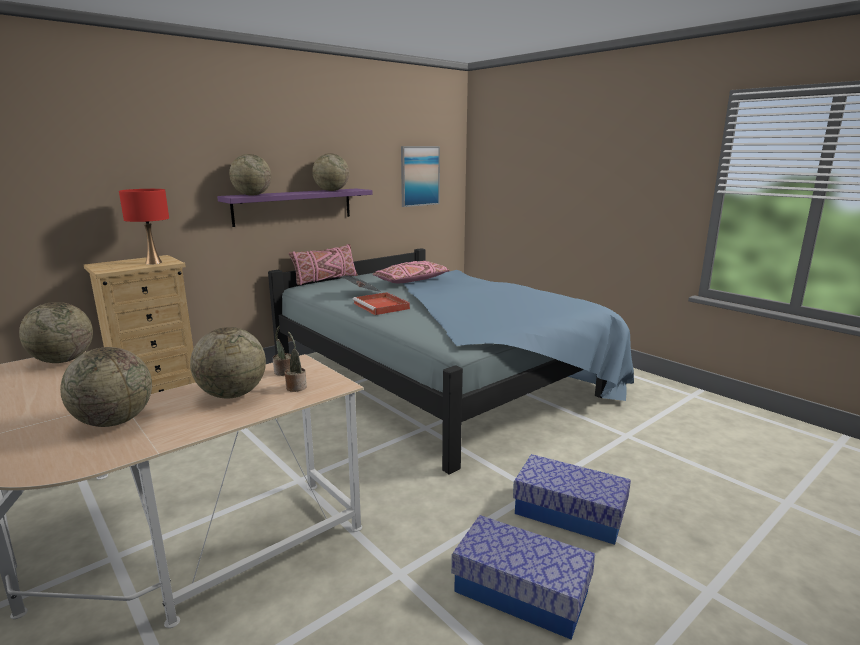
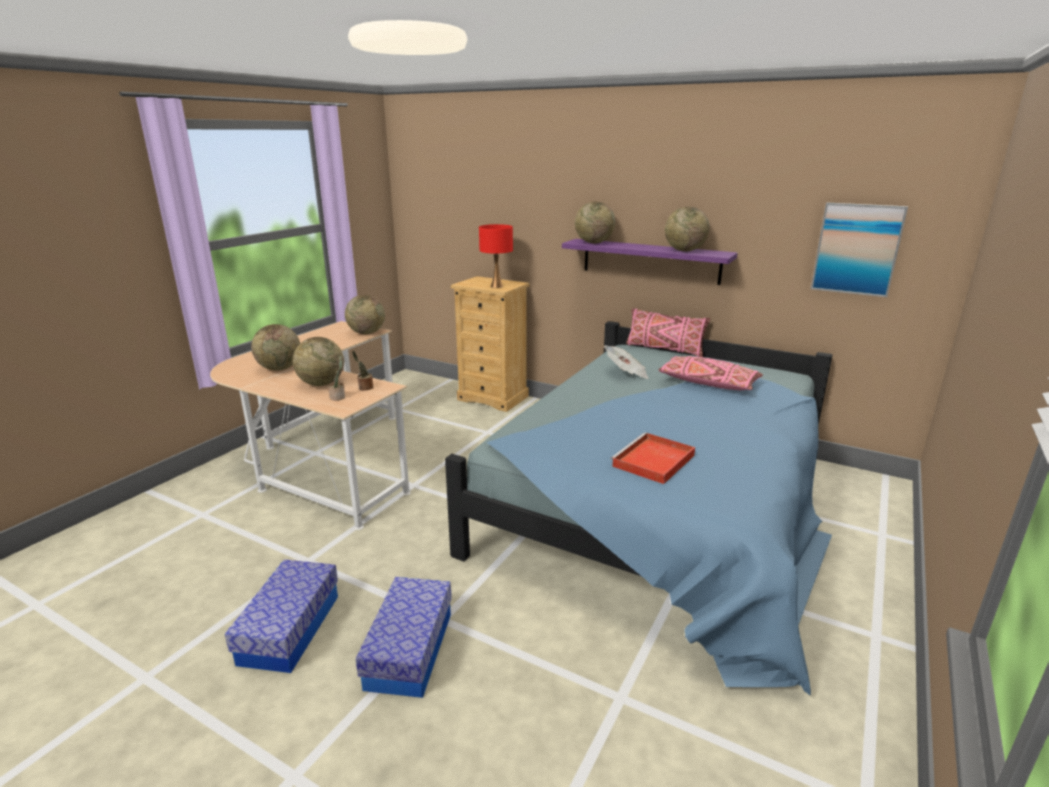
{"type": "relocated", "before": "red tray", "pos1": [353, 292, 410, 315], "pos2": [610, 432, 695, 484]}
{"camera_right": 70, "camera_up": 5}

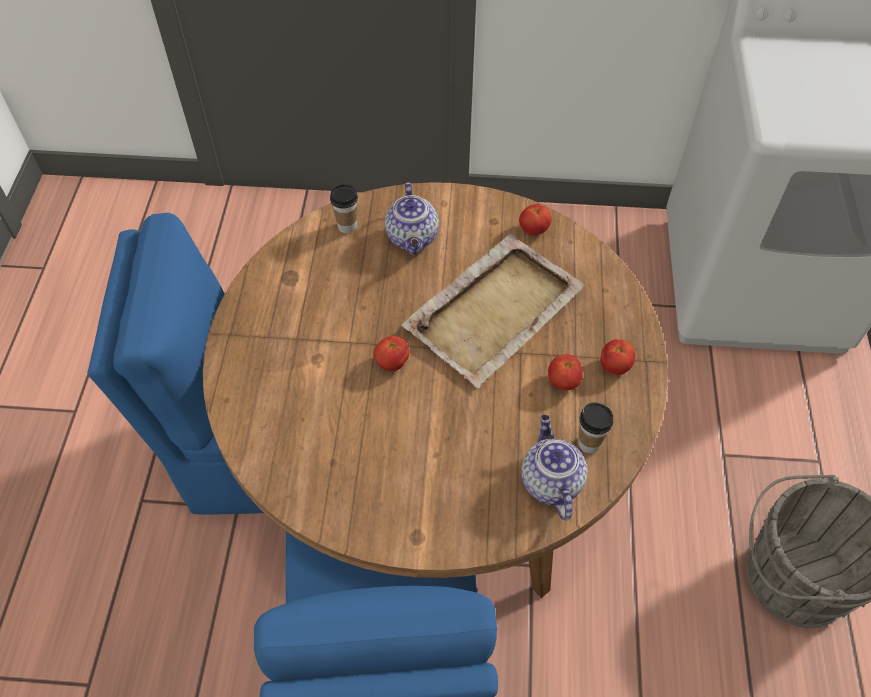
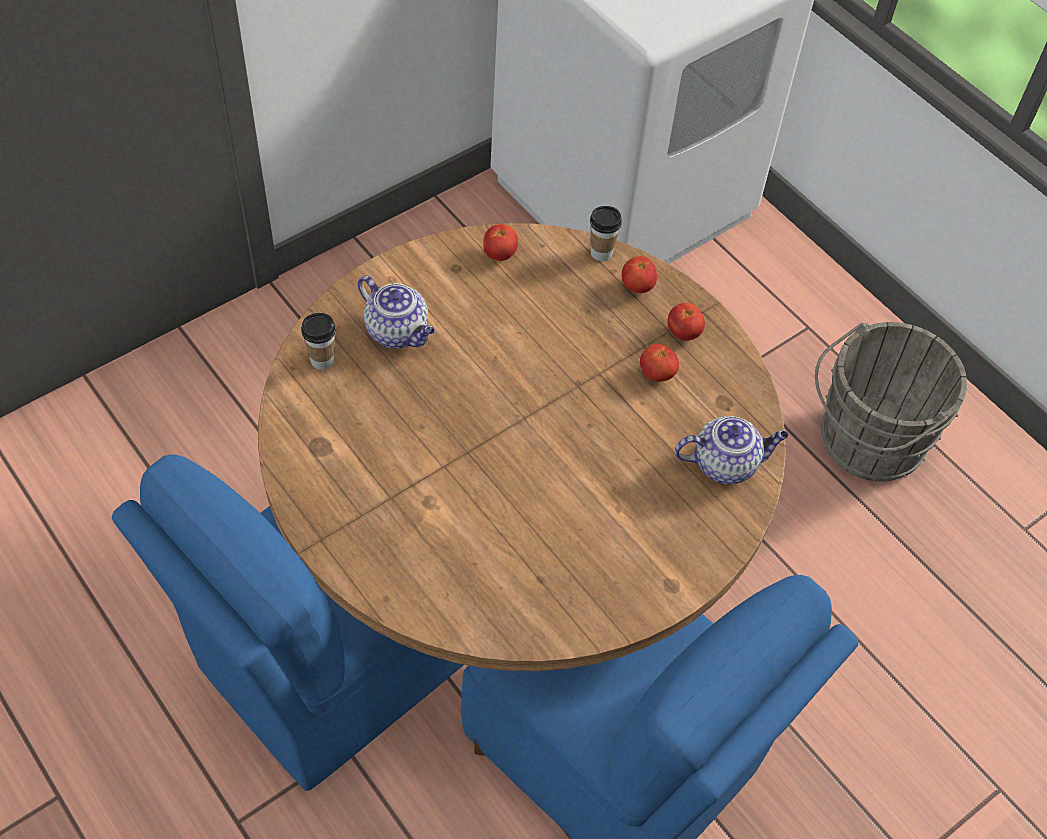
{"type": "relocated", "before": "cup", "pos1": [578, 402, 614, 453], "pos2": [590, 206, 622, 261]}
{"type": "relocated", "before": "tomato", "pos1": [374, 336, 409, 371], "pos2": [622, 256, 657, 293]}
{"type": "spun", "before": "teapot", "pos1": [521, 415, 588, 520], "pos2": [675, 416, 789, 484], "turn": 135}
{"type": "missing", "before": "beige tray", "pos1": [402, 233, 585, 388]}
{"camera_right": -45, "camera_up": 0}

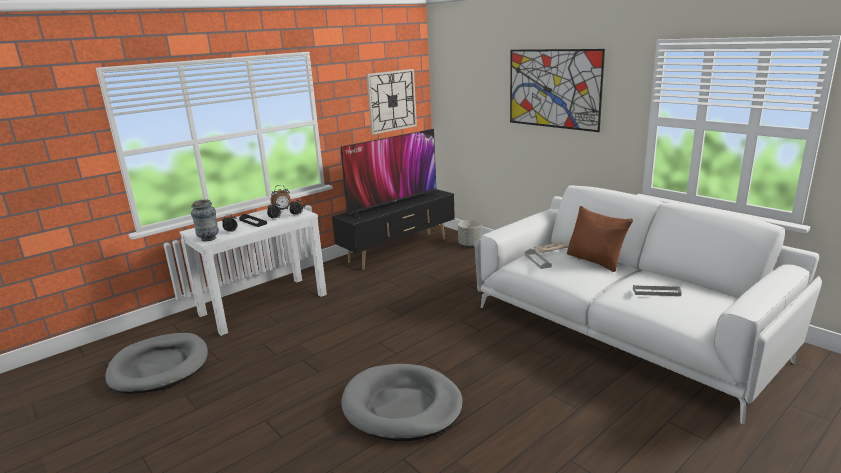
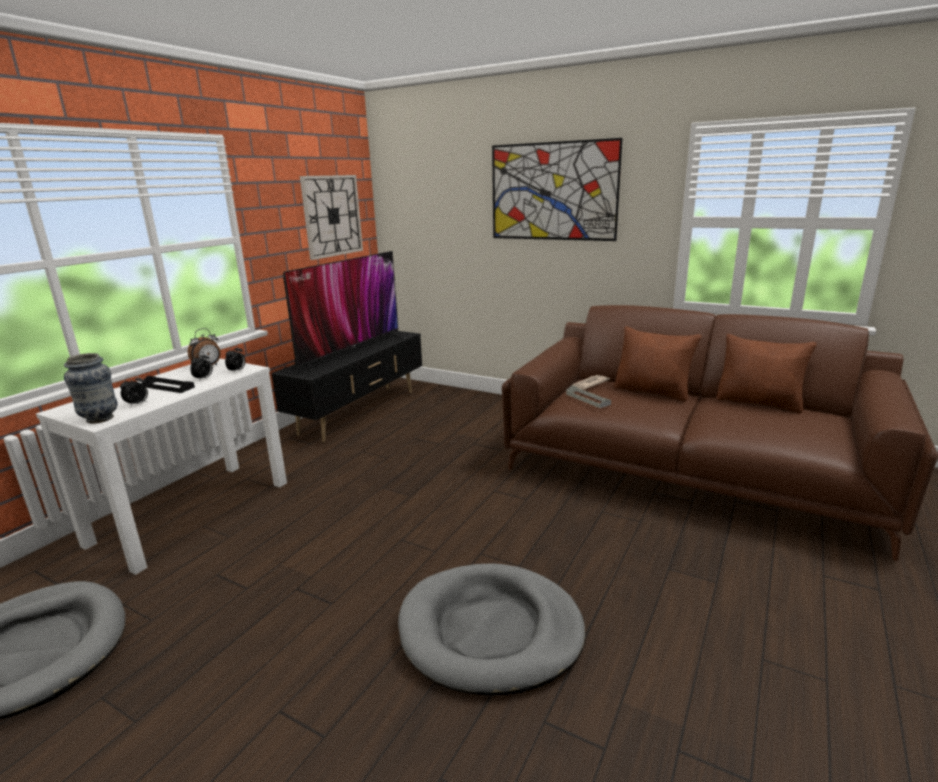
{"type": "colour", "before": "white sofa", "after": "brown sofa", "pos1": [474, 186, 822, 424], "pos2": [502, 305, 938, 561]}
{"type": "appeared", "after": "brown pillow", "pos2": [716, 334, 817, 413]}
{"type": "missing", "before": "grey planter", "pos1": [458, 220, 482, 247]}
{"type": "missing", "before": "grey tray", "pos1": [633, 285, 682, 296]}
{"camera_right": -20, "camera_up": 0}

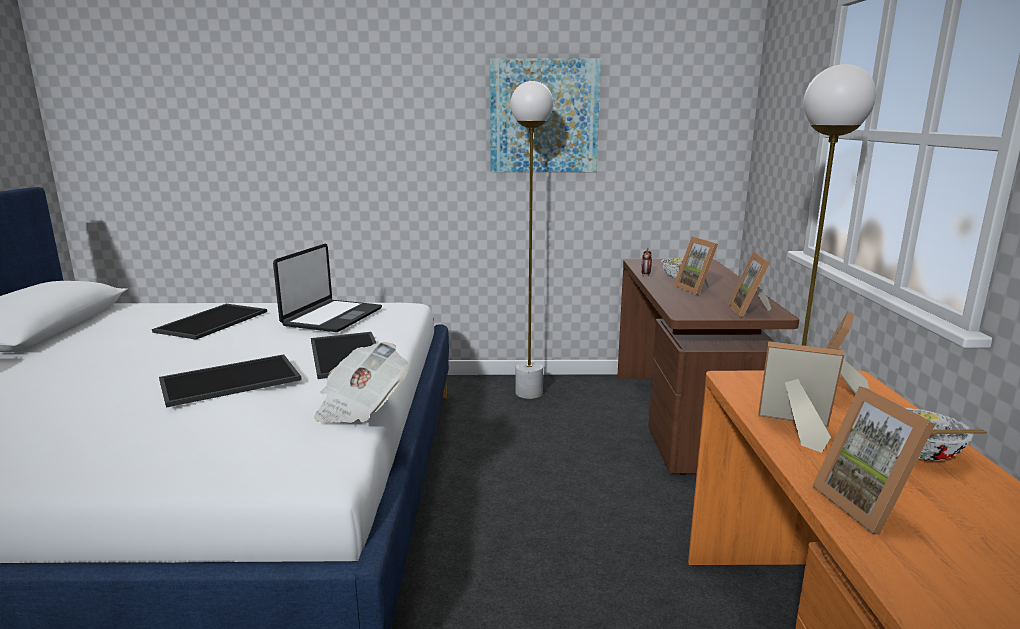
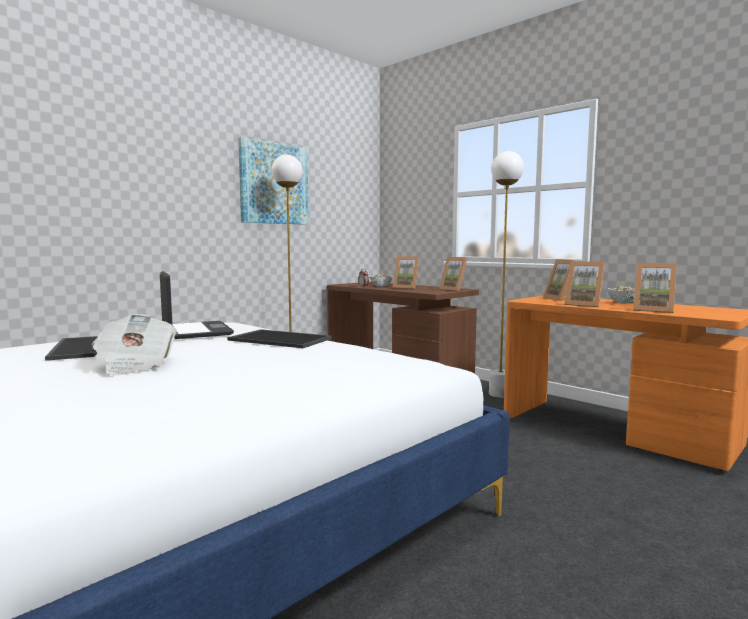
{"type": "relocated", "before": "newspaper", "pos1": [314, 342, 408, 423], "pos2": [92, 314, 177, 375]}
{"type": "spun", "before": "picture frame", "pos1": [758, 341, 844, 453], "pos2": [564, 261, 605, 307], "turn": -120}
{"type": "missing", "before": "tray", "pos1": [159, 354, 302, 408]}
{"camera_right": -45, "camera_up": -10}

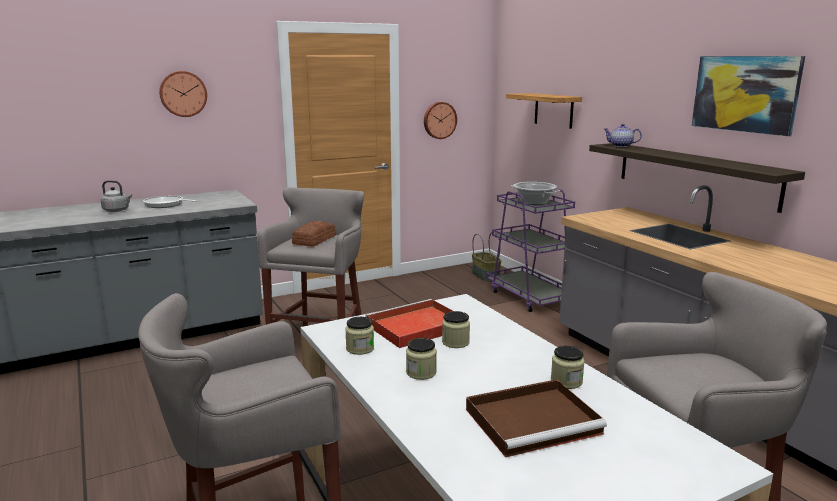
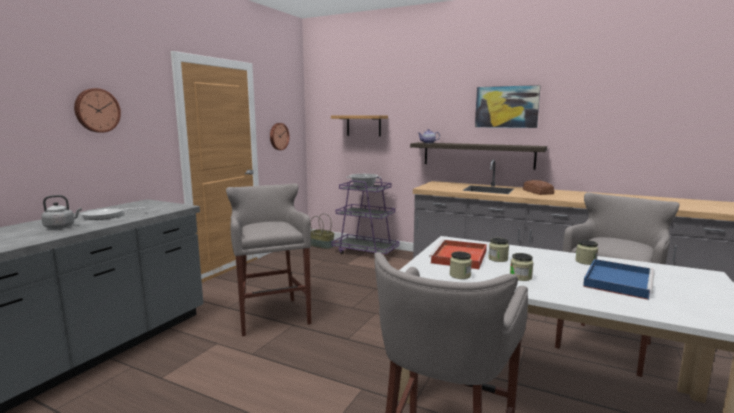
{"type": "relocated", "before": "bread", "pos1": [292, 221, 336, 247], "pos2": [523, 180, 554, 195]}
{"type": "colour", "before": "brown tray", "after": "blue tray", "pos1": [466, 379, 607, 458], "pos2": [583, 259, 655, 300]}
{"camera_right": -35, "camera_up": -5}

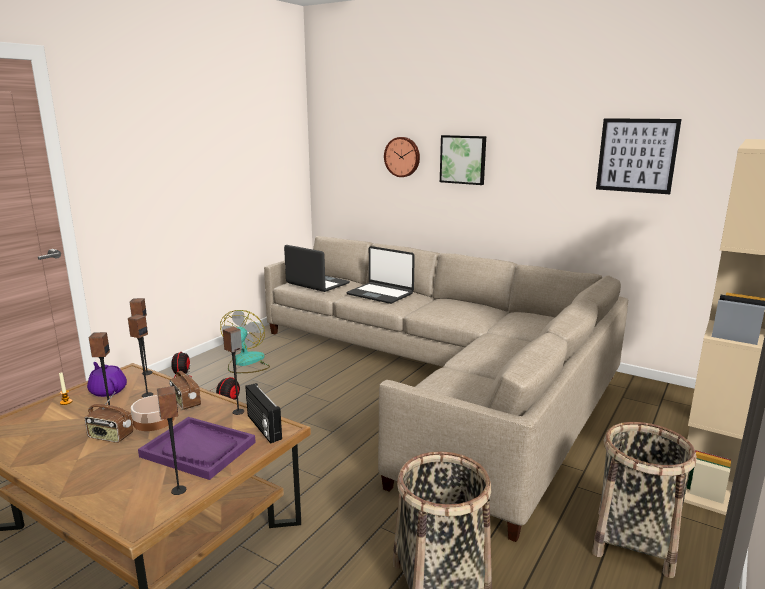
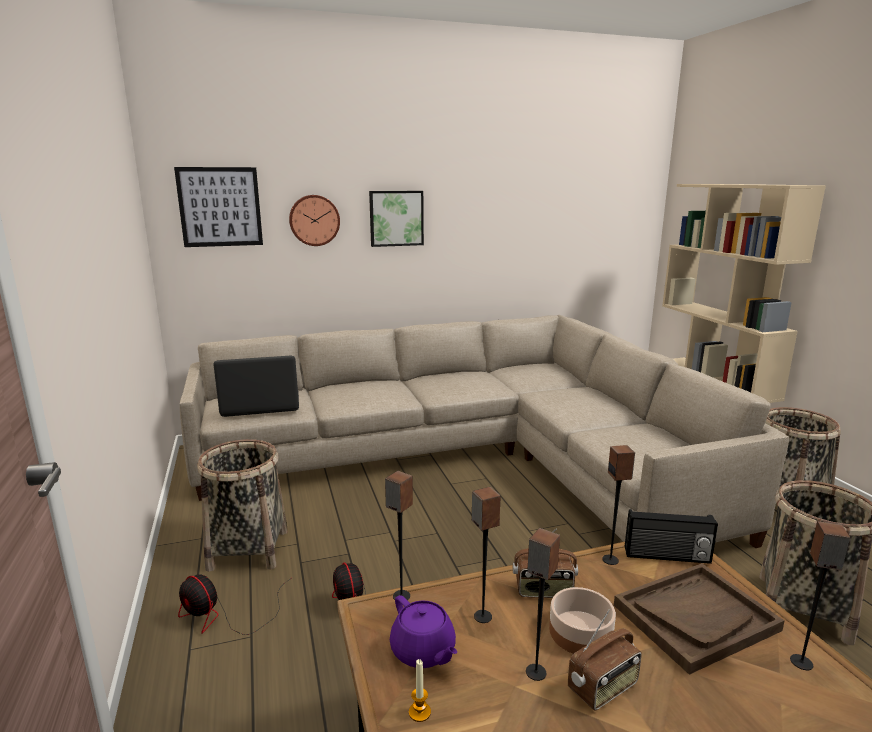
{"type": "relocated", "before": "picture", "pos1": [596, 118, 682, 194], "pos2": [174, 167, 263, 247]}
{"type": "exchanged", "before": "fan", "after": "basket", "pos1": [220, 310, 270, 373], "pos2": [197, 439, 288, 571]}
{"type": "spun", "before": "purple teapot", "pos1": [87, 362, 127, 397], "pos2": [390, 595, 457, 668], "turn": -120}
{"type": "colour", "before": "purple tray", "after": "brown tray", "pos1": [138, 417, 256, 480], "pos2": [614, 563, 785, 675]}
{"type": "missing", "before": "laptop", "pos1": [346, 246, 415, 304]}
{"camera_right": -50, "camera_up": 0}

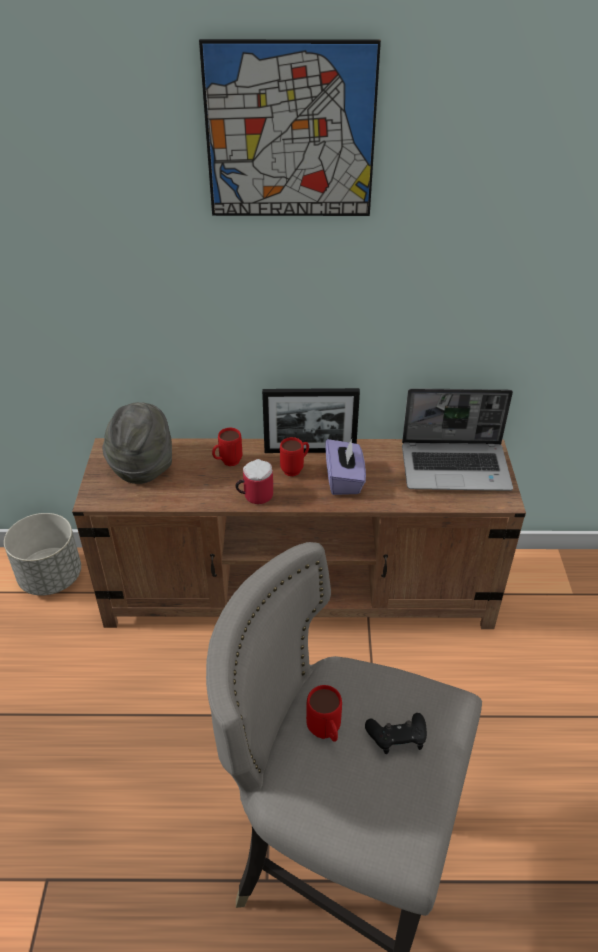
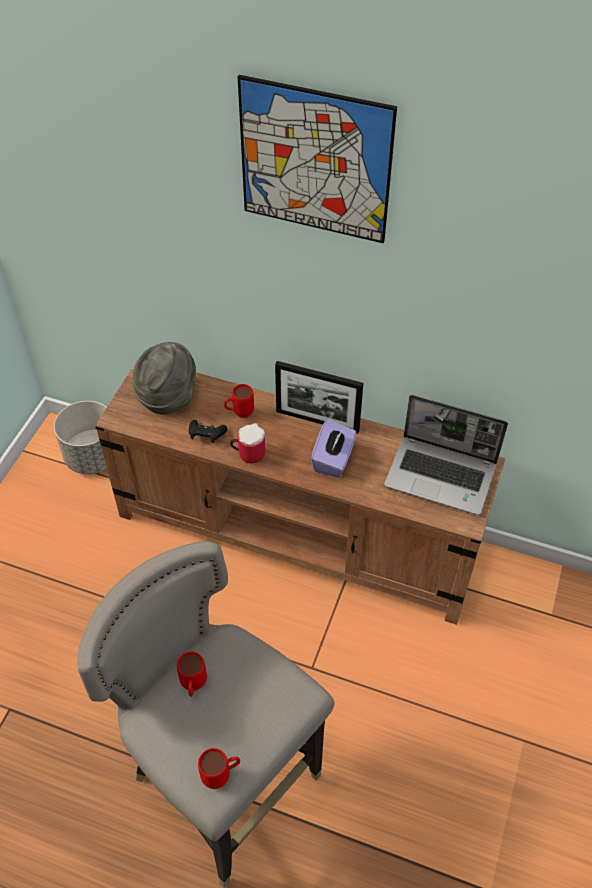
{"type": "relocated", "before": "black game controller", "pos1": [365, 713, 427, 754], "pos2": [189, 420, 227, 443]}
{"type": "relocated", "before": "red mug", "pos1": [280, 437, 309, 476], "pos2": [198, 748, 240, 789]}
{"camera_right": 20, "camera_up": 10}

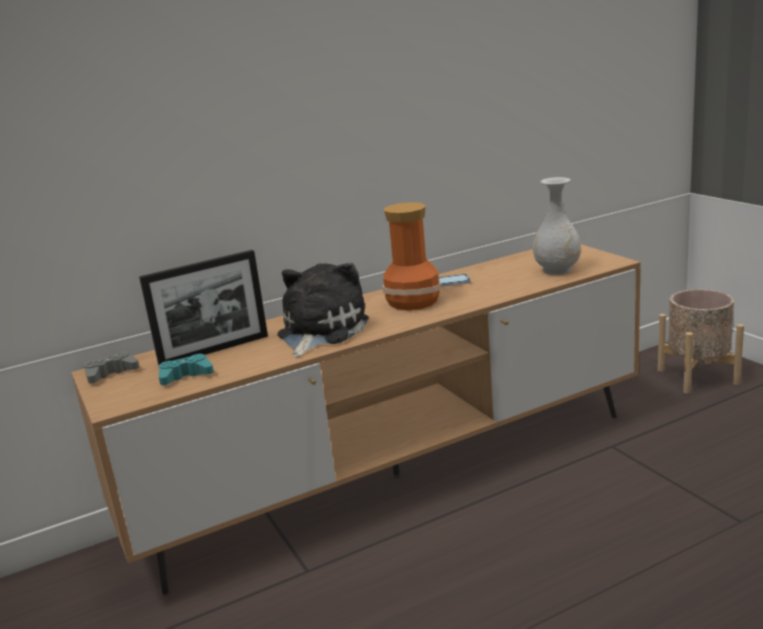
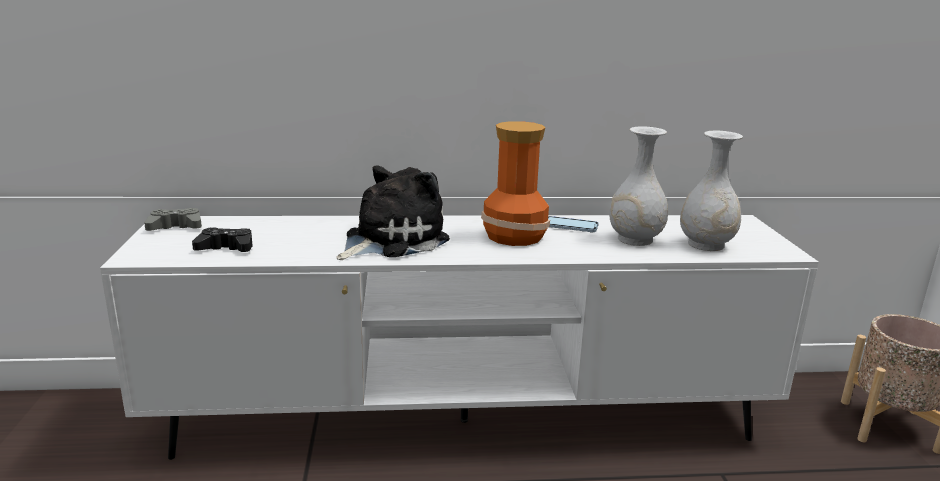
{"type": "colour", "before": "brown tv stand", "after": "white tv stand", "pos1": [71, 245, 641, 595], "pos2": [100, 215, 819, 460]}
{"type": "colour", "before": "turquoise game controller", "after": "black game controller", "pos1": [159, 354, 214, 385], "pos2": [192, 227, 253, 252]}
{"type": "appeared", "after": "white vase", "pos2": [609, 127, 668, 246]}
{"type": "missing", "before": "picture frame", "pos1": [139, 250, 268, 366]}
{"camera_right": 20, "camera_up": 0}

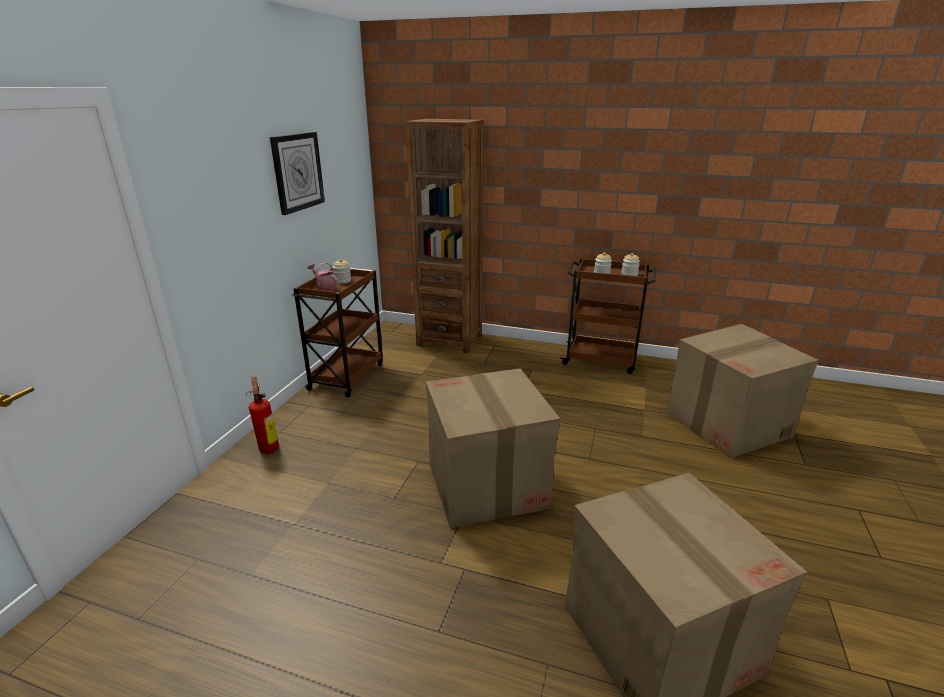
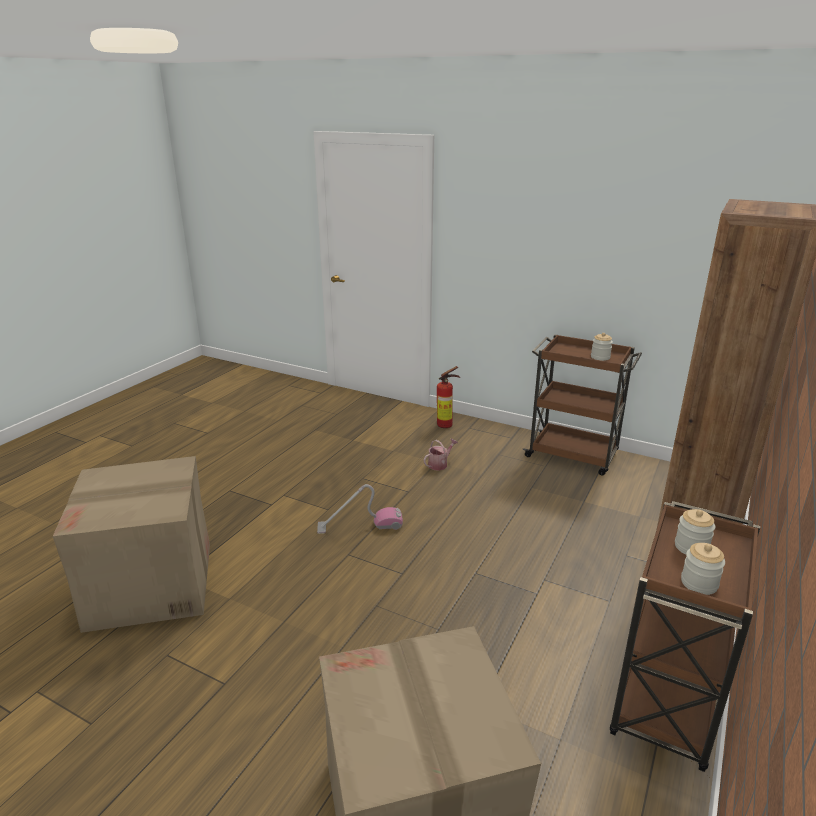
{"type": "exchanged", "before": "cardboard box", "after": "vacuum cleaner", "pos1": [426, 368, 561, 529], "pos2": [317, 484, 403, 534]}
{"type": "relocated", "before": "watering can", "pos1": [308, 262, 338, 291], "pos2": [424, 438, 458, 471]}
{"type": "missing", "before": "wall clock", "pos1": [270, 132, 325, 215]}
{"camera_right": 100, "camera_up": 0}

